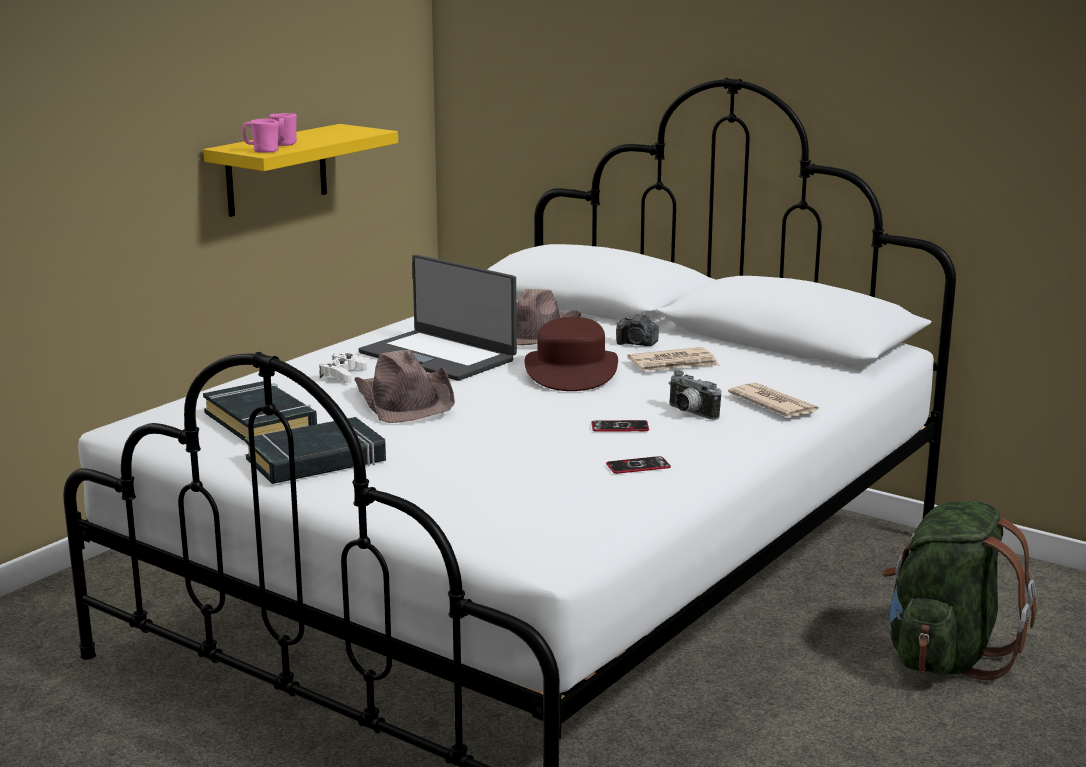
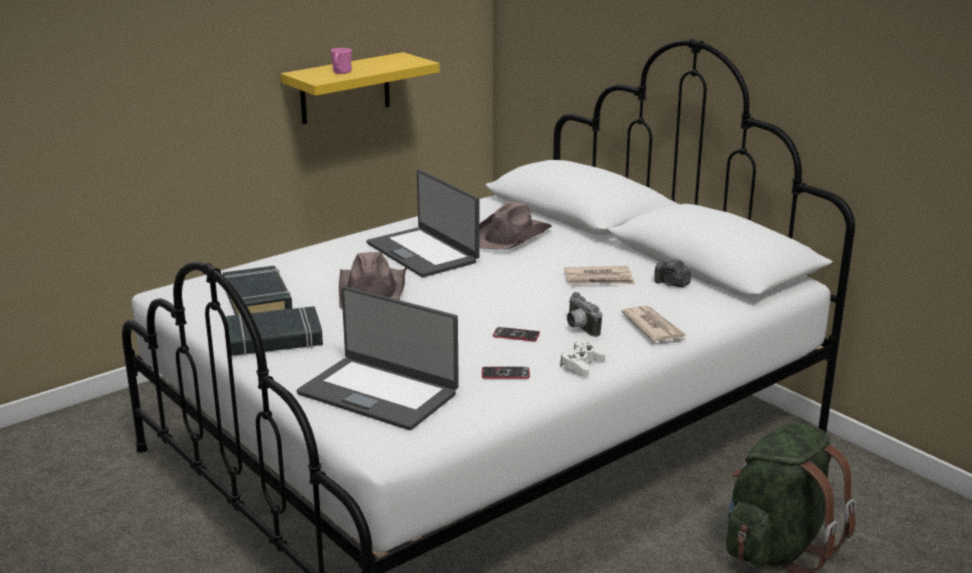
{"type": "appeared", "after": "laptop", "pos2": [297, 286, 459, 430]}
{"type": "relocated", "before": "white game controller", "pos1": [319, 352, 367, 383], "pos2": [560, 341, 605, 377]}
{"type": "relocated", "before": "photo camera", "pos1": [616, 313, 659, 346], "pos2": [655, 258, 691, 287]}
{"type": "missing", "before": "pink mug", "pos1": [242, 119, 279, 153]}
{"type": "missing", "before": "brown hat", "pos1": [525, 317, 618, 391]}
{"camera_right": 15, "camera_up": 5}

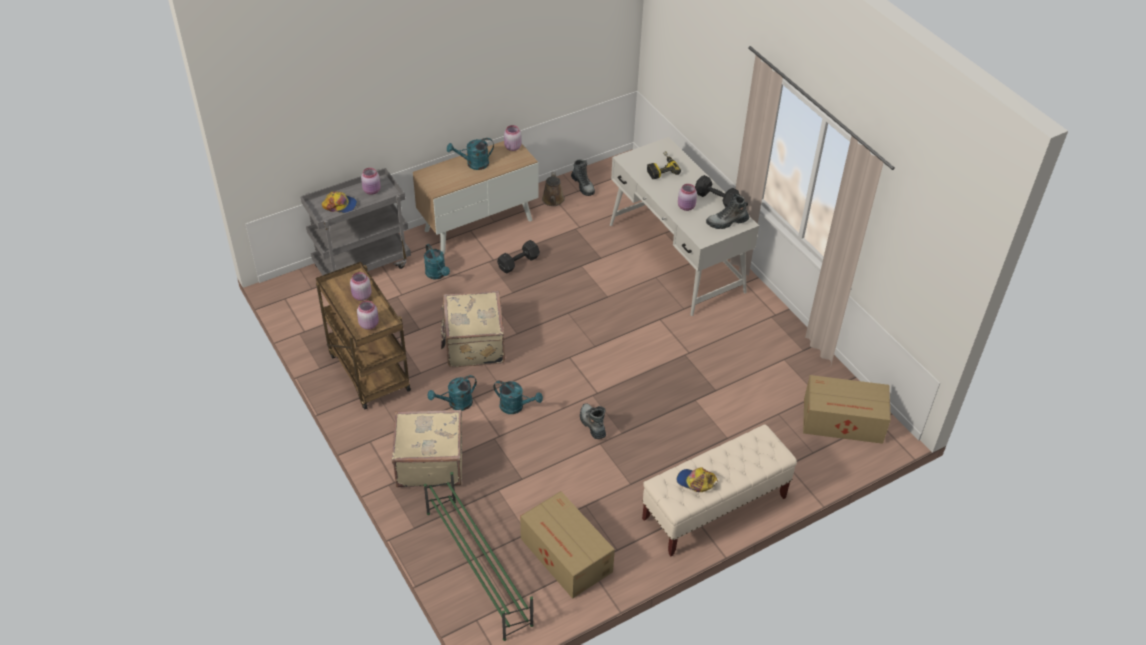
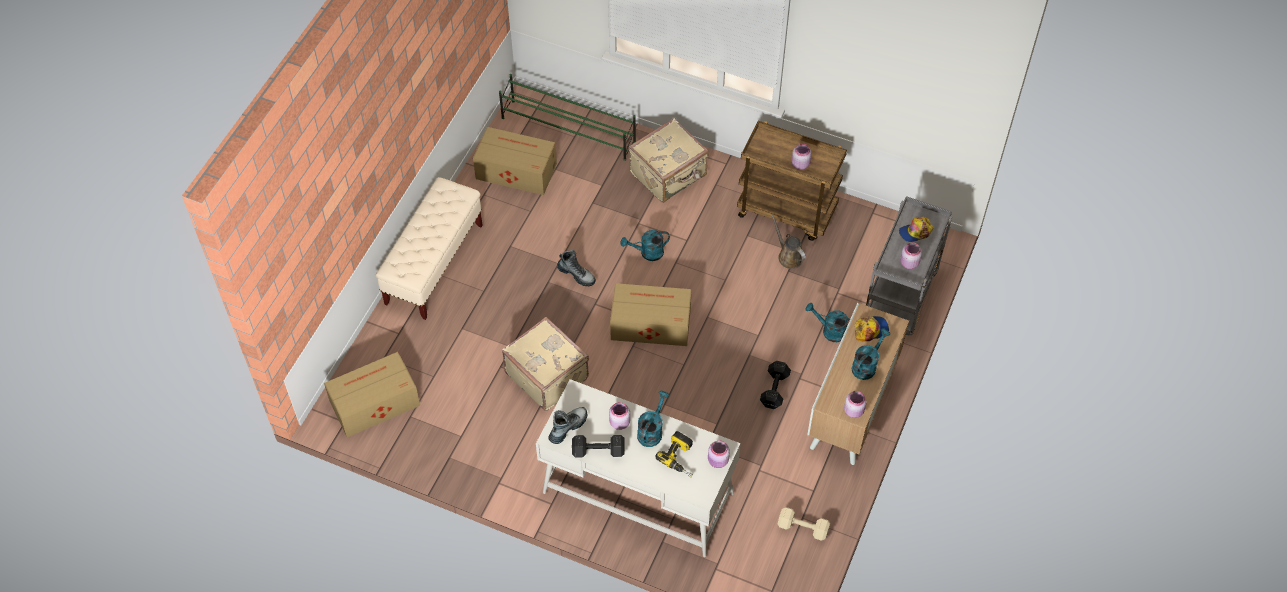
{"type": "relocated", "before": "beige suitcase", "pos1": [441, 291, 505, 367], "pos2": [502, 317, 589, 411]}
{"type": "appeared", "after": "cardboard box", "pos2": [610, 283, 692, 346]}
{"type": "relocated", "before": "turquoise watering can", "pos1": [427, 375, 477, 411], "pos2": [637, 391, 669, 447]}
{"type": "relocated", "before": "pink jar", "pos1": [357, 301, 379, 330], "pos2": [708, 441, 730, 468]}
{"type": "relocated", "before": "brown watering can", "pos1": [542, 172, 565, 206], "pos2": [771, 214, 806, 269]}
{"type": "exchanged", "before": "boot", "after": "beige dumbbell", "pos1": [571, 159, 595, 196], "pos2": [778, 507, 830, 541]}
{"type": "relocated", "before": "cap", "pos1": [677, 467, 718, 492], "pos2": [854, 316, 889, 341]}
{"camera_right": 145, "camera_up": 10}

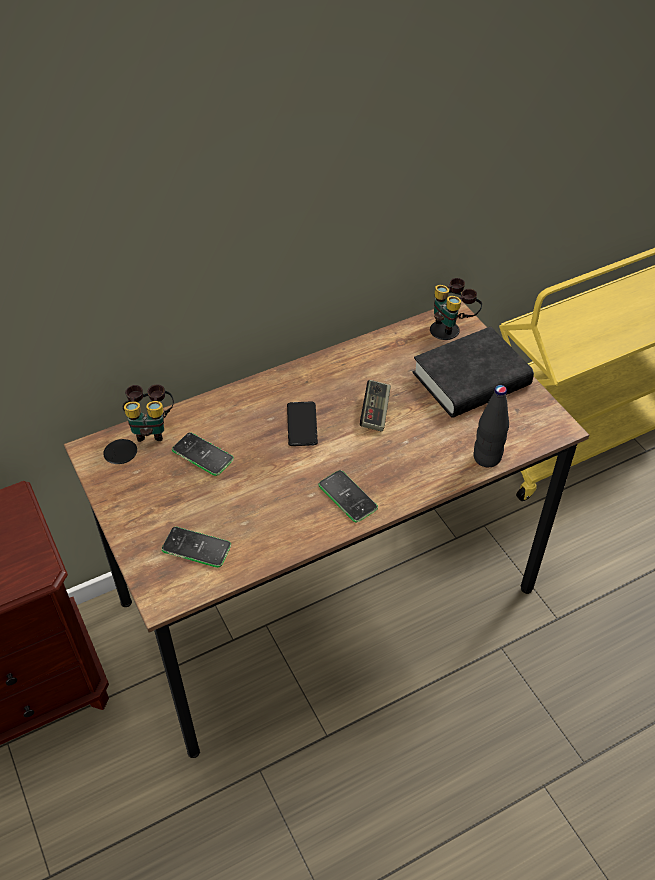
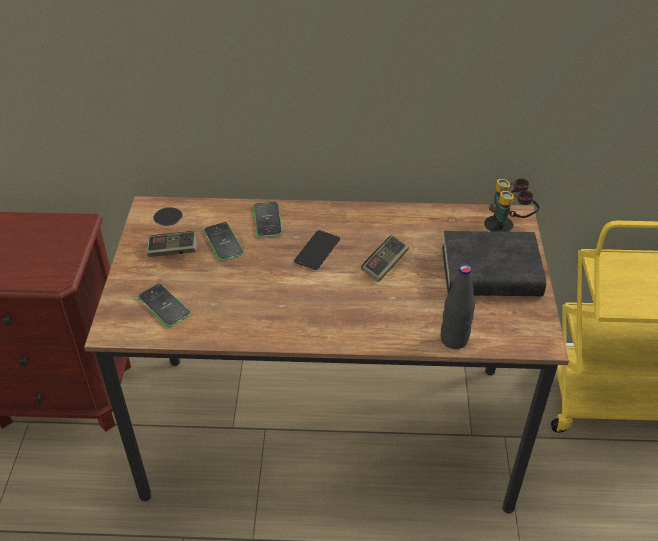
{"type": "appeared", "after": "game controller", "pos2": [147, 231, 197, 257]}
{"type": "relocated", "before": "phone", "pos1": [318, 470, 378, 522], "pos2": [253, 202, 283, 238]}
{"type": "missing", "before": "binoculars", "pos1": [123, 384, 174, 442]}
{"camera_right": 30, "camera_up": -5}

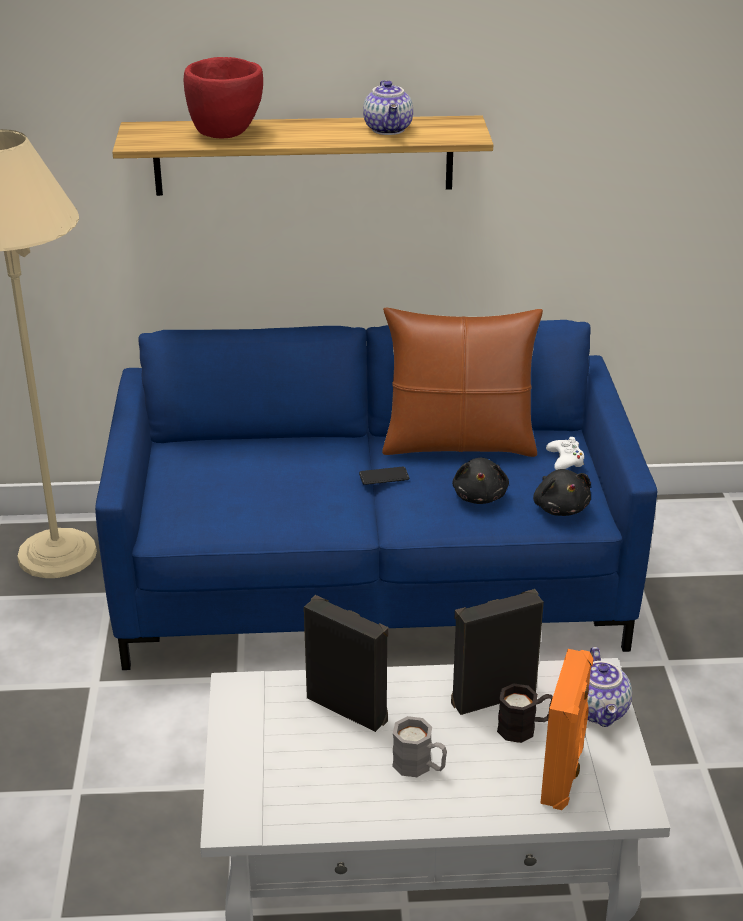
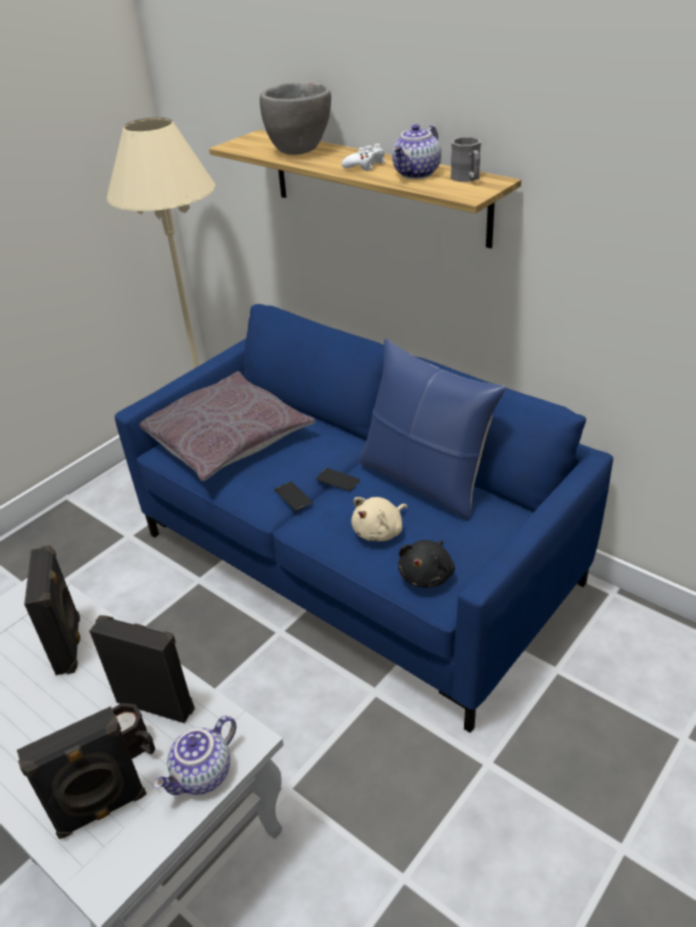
{"type": "colour", "before": "orange speaker", "after": "black speaker", "pos1": [540, 649, 593, 810], "pos2": [17, 706, 146, 839]}
{"type": "appeared", "after": "grey pillow", "pos2": [139, 371, 316, 481]}
{"type": "colour", "before": "red bowl", "after": "grey bowl", "pos1": [184, 57, 263, 138], "pos2": [260, 82, 331, 155]}
{"type": "appeared", "after": "phone", "pos2": [274, 482, 313, 511]}
{"type": "relocated", "before": "white game controller", "pos1": [546, 437, 584, 470], "pos2": [342, 144, 385, 171]}
{"type": "colour", "before": "black plush toy", "after": "beige plush toy", "pos1": [452, 458, 509, 504], "pos2": [351, 497, 408, 541]}
{"type": "colour", "before": "brown pillow", "after": "blue pillow", "pos1": [382, 307, 543, 457], "pos2": [359, 339, 506, 520]}
{"type": "relocated", "before": "grey mug", "pos1": [392, 716, 447, 777], "pos2": [451, 137, 481, 182]}
{"camera_right": 45, "camera_up": 5}

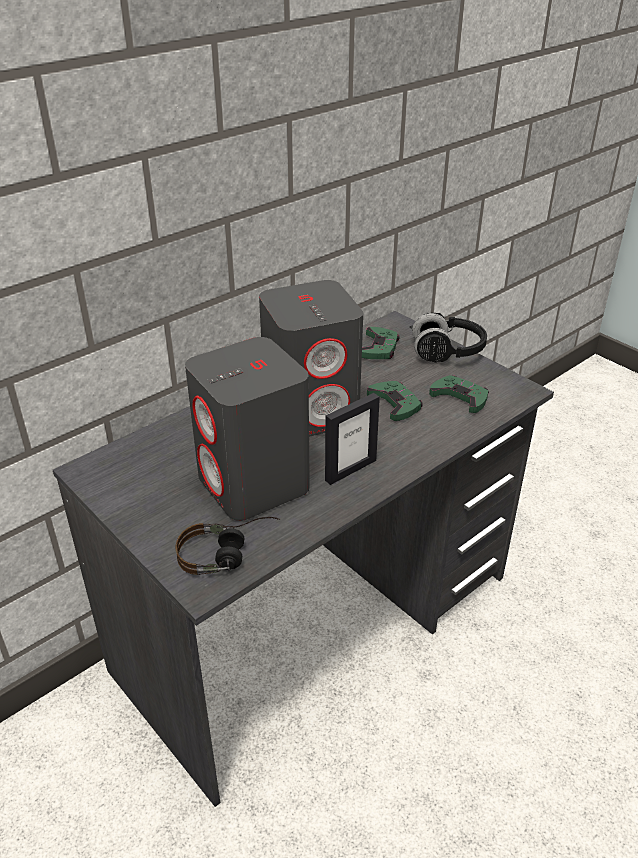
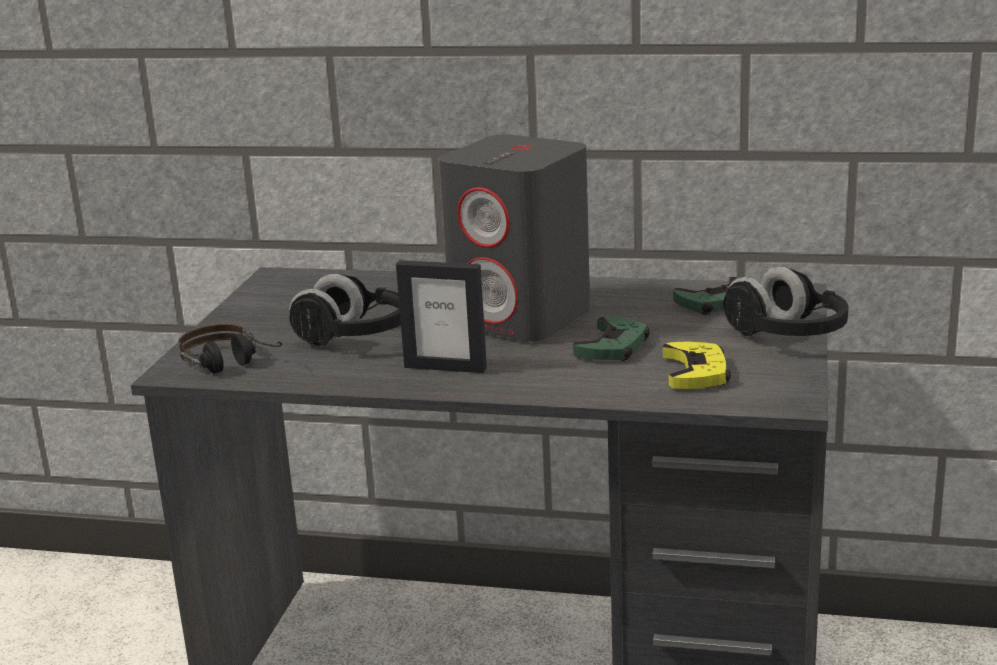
{"type": "exchanged", "before": "grey speaker", "after": "black headphones", "pos1": [185, 337, 310, 521], "pos2": [289, 274, 401, 346]}
{"type": "colour", "before": "green game controller", "after": "yellow game controller", "pos1": [429, 375, 489, 413], "pos2": [663, 342, 731, 389]}
{"camera_right": 55, "camera_up": -15}

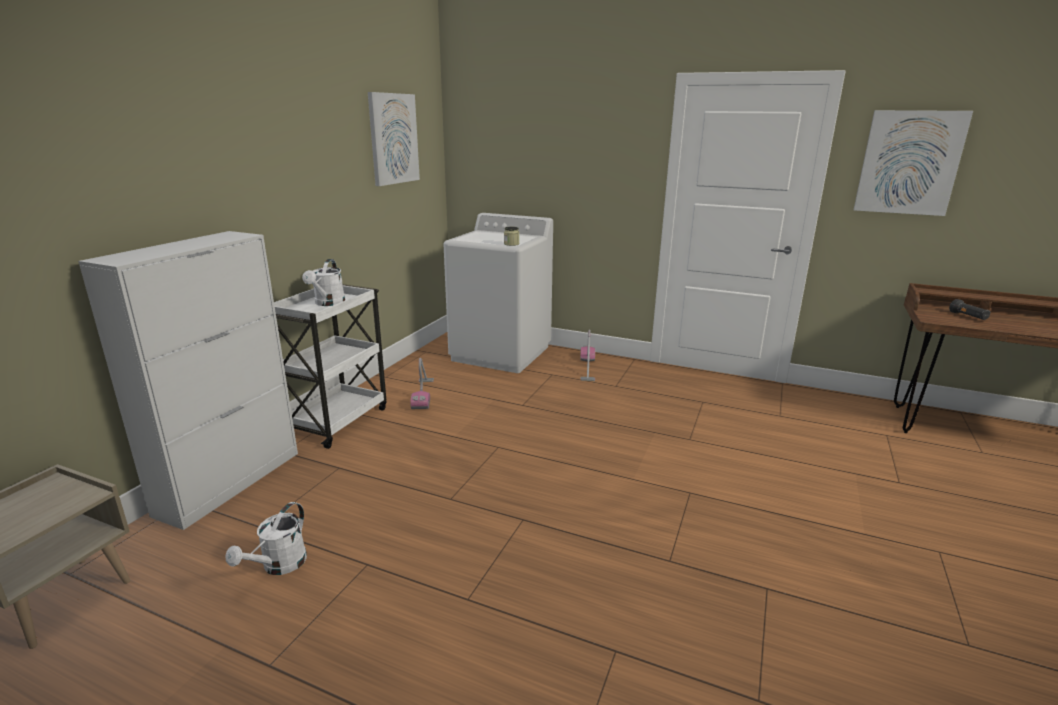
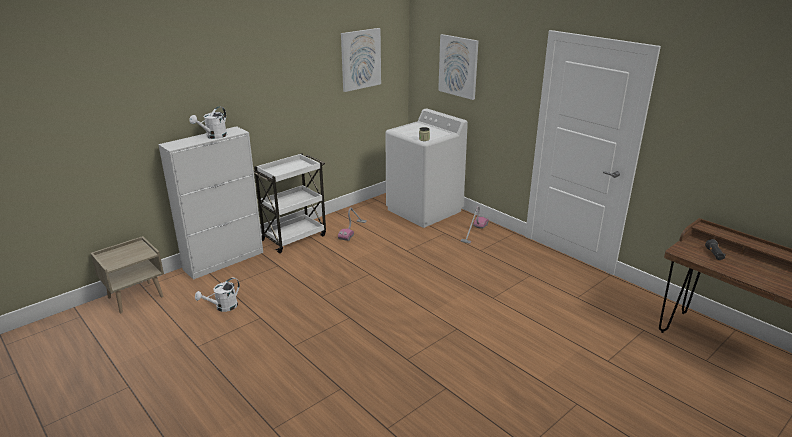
{"type": "relocated", "before": "white watering can", "pos1": [302, 259, 345, 306], "pos2": [190, 106, 227, 139]}
{"type": "relocated", "before": "picture", "pos1": [853, 110, 973, 216], "pos2": [438, 34, 478, 100]}
{"camera_right": 25, "camera_up": 5}

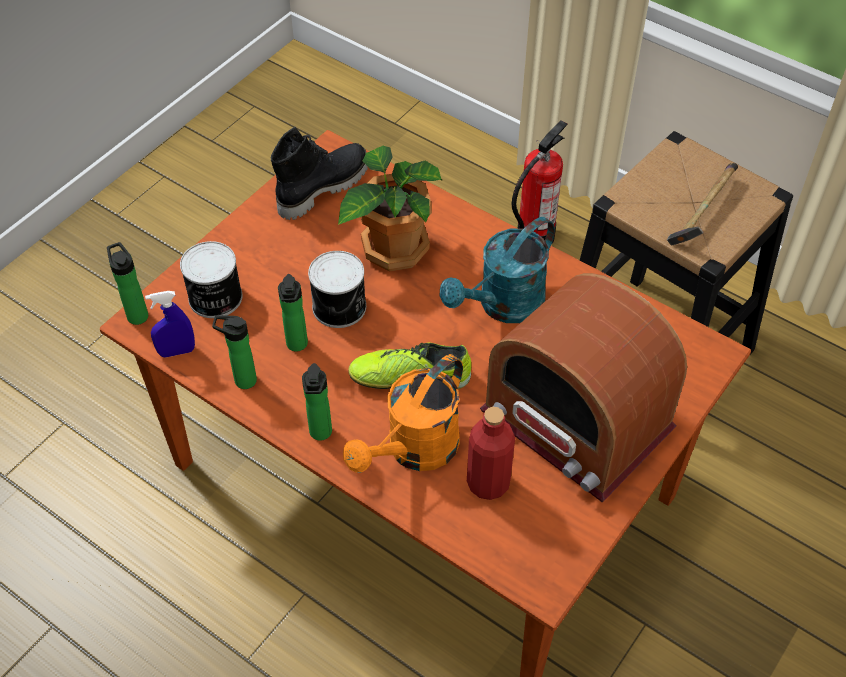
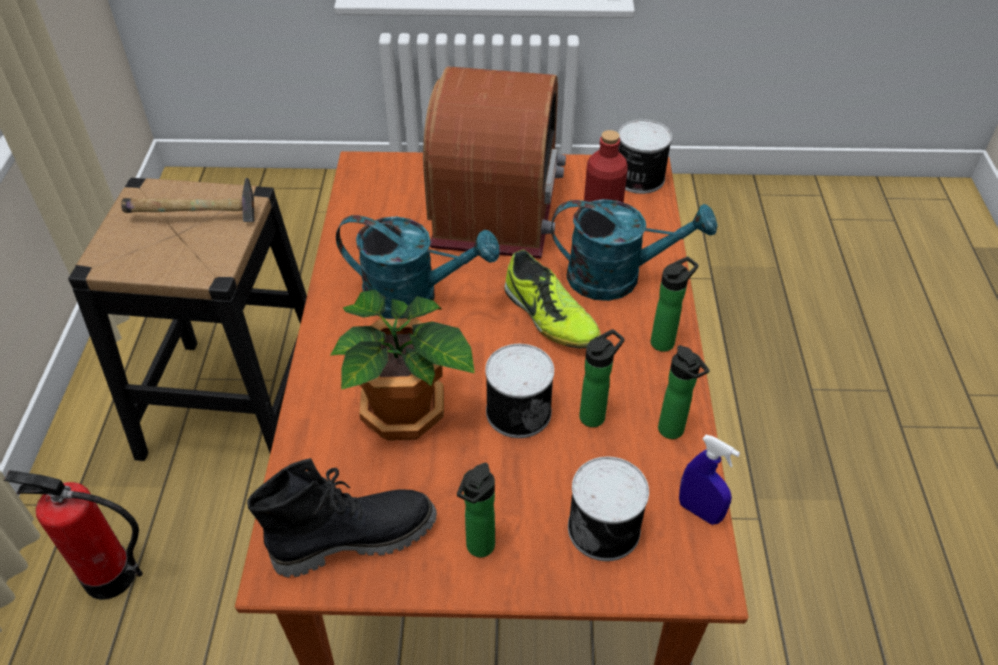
{"type": "spun", "before": "black boot", "pos1": [271, 127, 368, 220], "pos2": [247, 458, 437, 578], "turn": 150}
{"type": "relocated", "before": "bottle", "pos1": [107, 242, 148, 325], "pos2": [457, 463, 495, 557]}
{"type": "colour", "before": "orange watering can", "after": "turquoise watering can", "pos1": [343, 354, 463, 473], "pos2": [551, 199, 718, 301]}
{"type": "appeared", "after": "can", "pos2": [618, 119, 672, 194]}
{"camera_right": -125, "camera_up": -5}

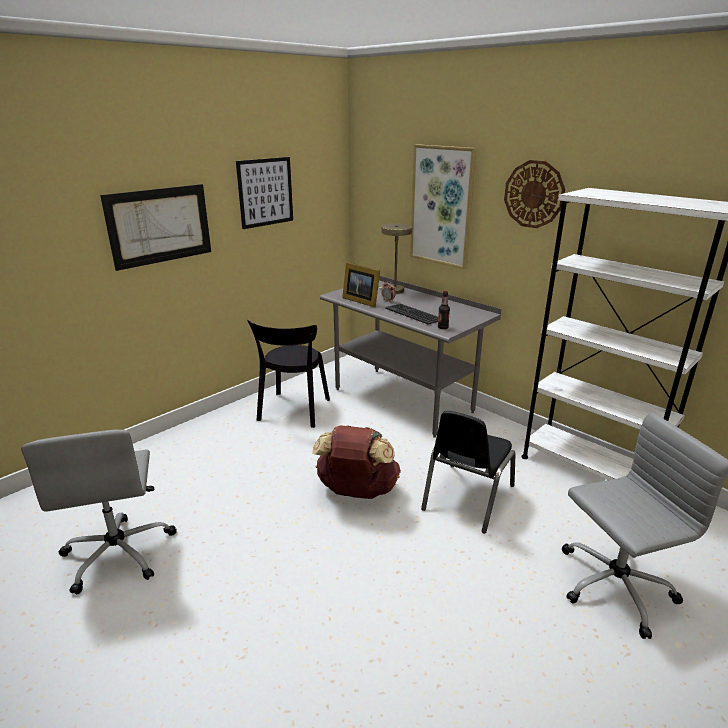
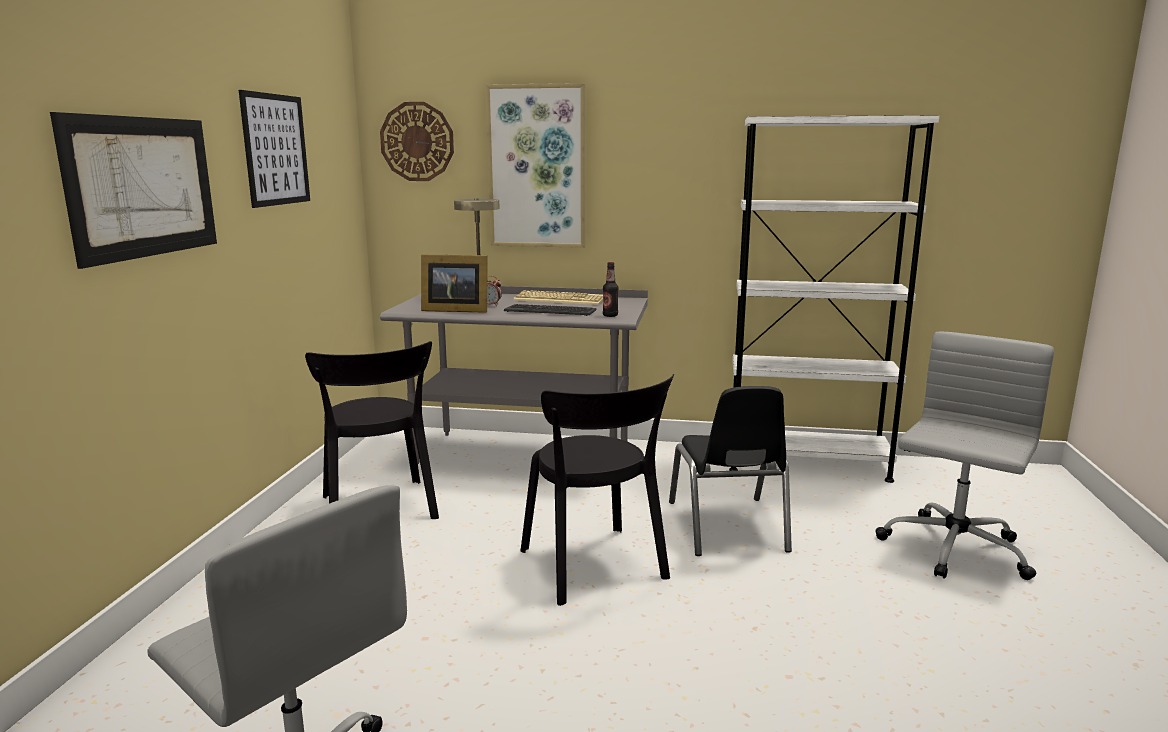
{"type": "relocated", "before": "wall clock", "pos1": [504, 160, 565, 228], "pos2": [380, 102, 454, 181]}
{"type": "appeared", "after": "keyboard", "pos2": [513, 290, 603, 305]}
{"type": "exchanged", "before": "brown backpack", "after": "black chair", "pos1": [312, 425, 401, 499], "pos2": [521, 374, 674, 606]}
{"camera_right": -35, "camera_up": -10}

